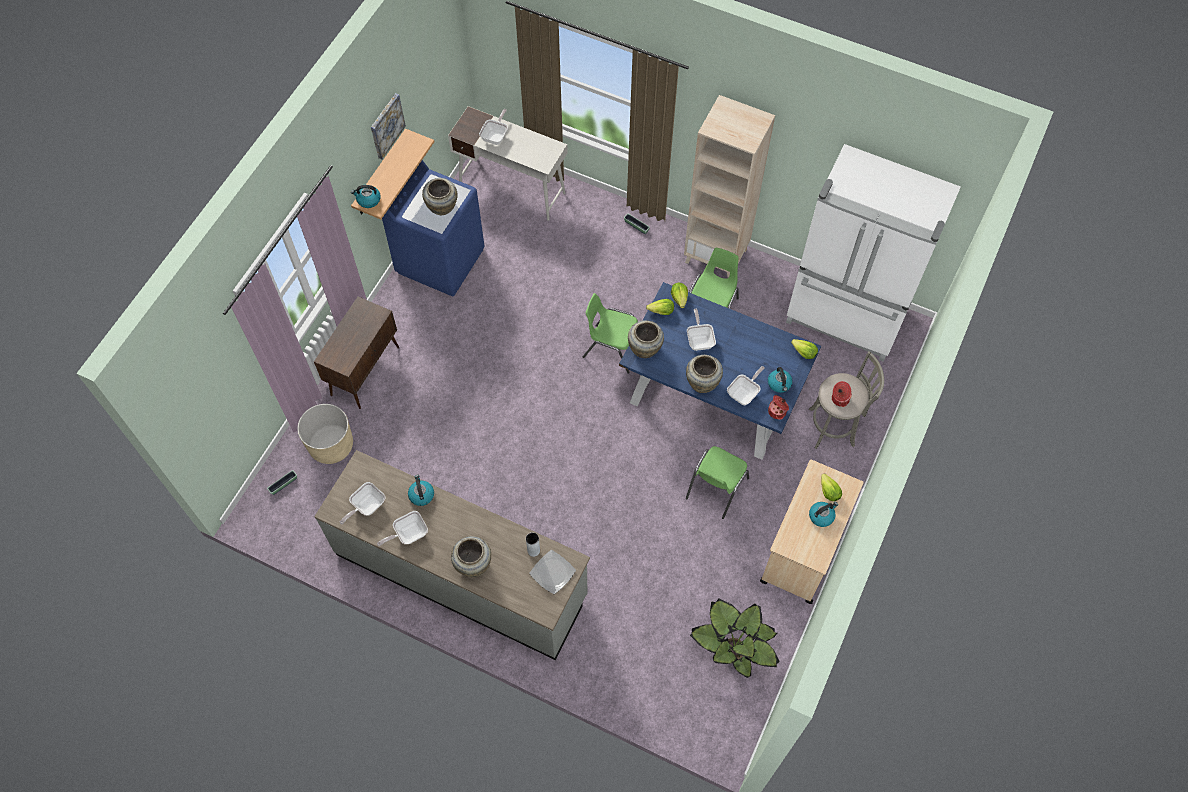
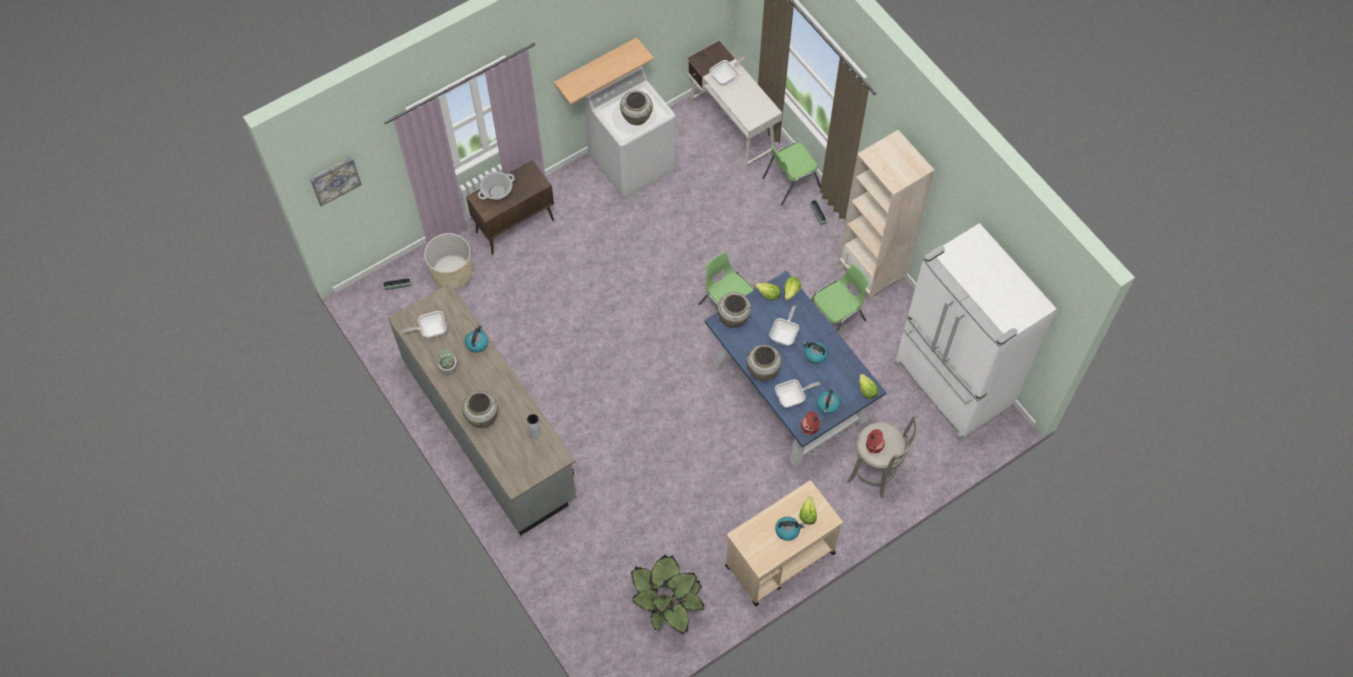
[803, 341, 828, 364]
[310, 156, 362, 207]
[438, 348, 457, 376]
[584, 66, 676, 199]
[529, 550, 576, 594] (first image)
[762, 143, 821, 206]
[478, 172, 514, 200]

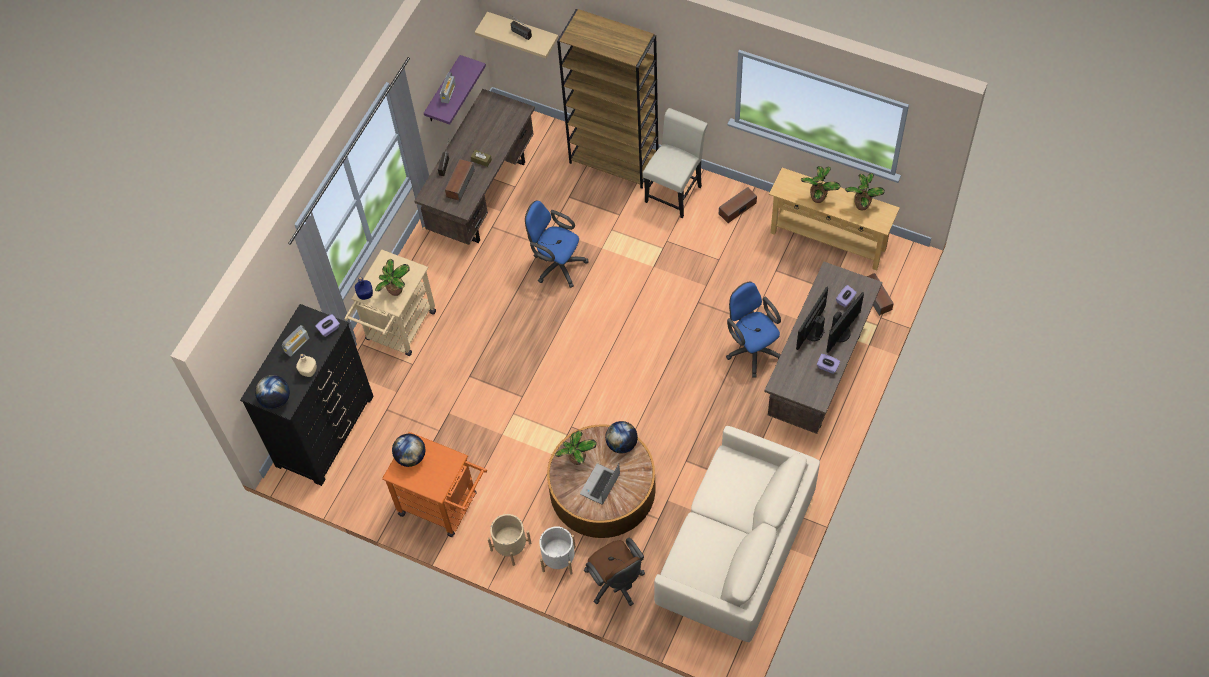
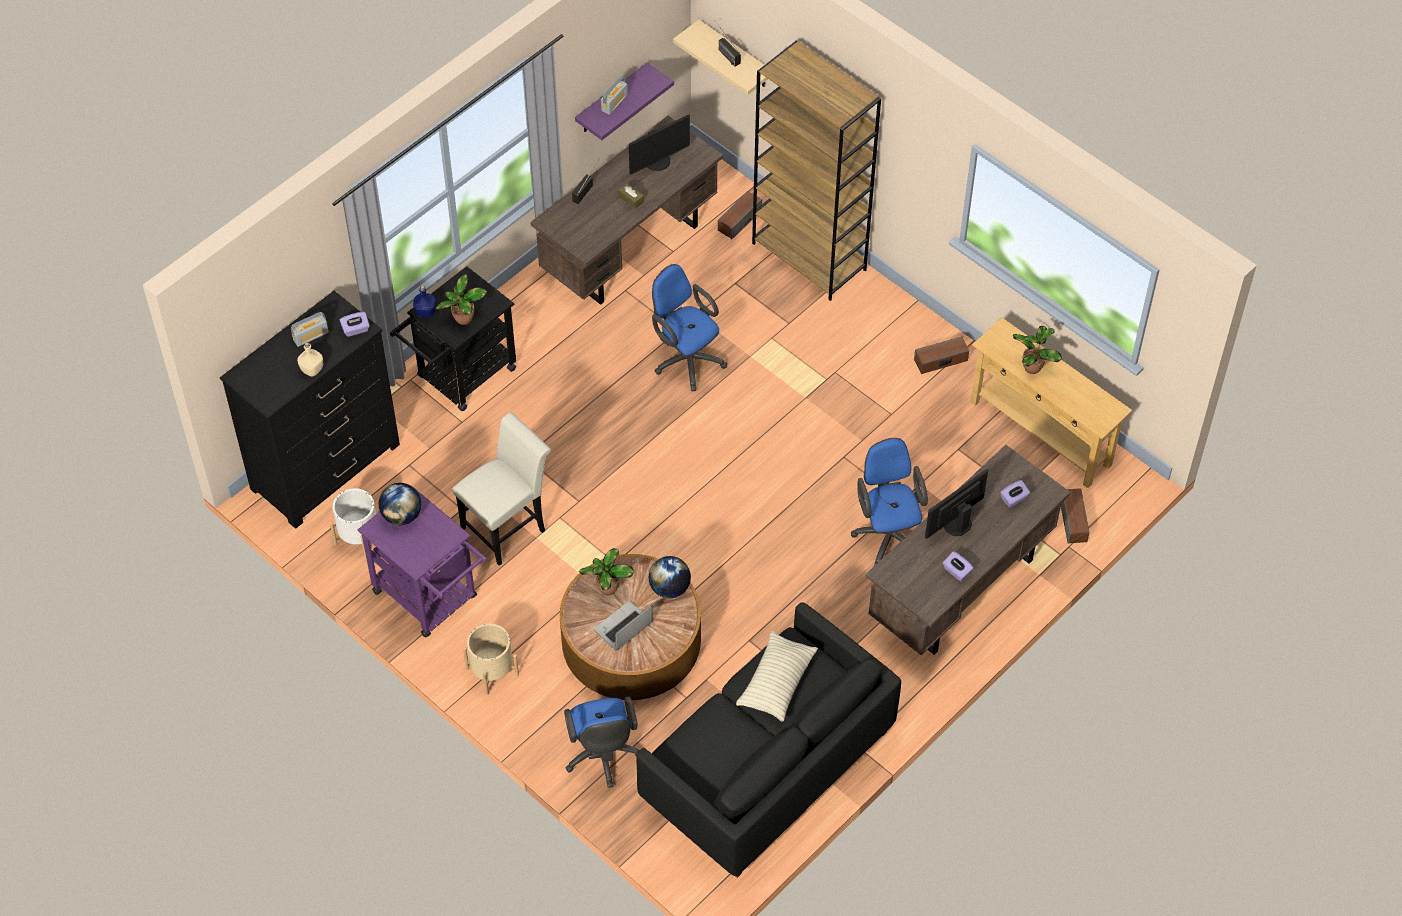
[255, 375, 290, 409] (first image)
[390, 266, 516, 411]
[358, 486, 487, 638]
[718, 191, 762, 240]
[330, 488, 380, 558]
[564, 696, 640, 788]
[452, 412, 551, 566]
[636, 602, 901, 878]
[629, 115, 690, 174]
[845, 173, 885, 210] (first image)
[736, 631, 818, 722]

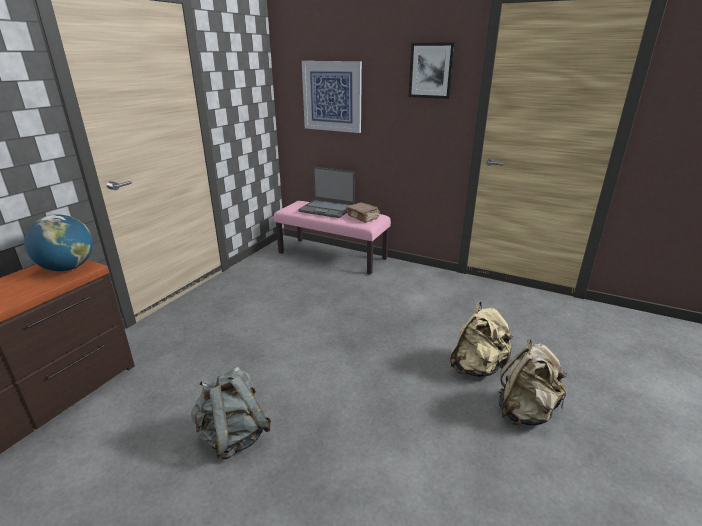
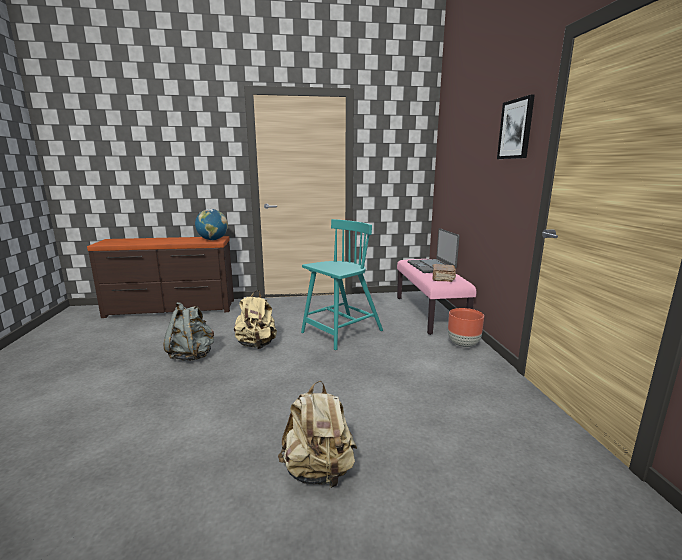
[302, 61, 362, 133] (first image)
[234, 290, 277, 349]
[301, 219, 383, 350]
[448, 308, 484, 348]

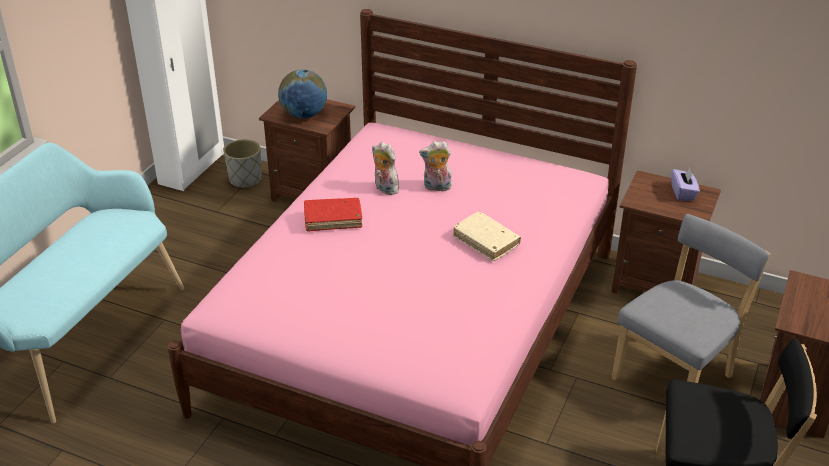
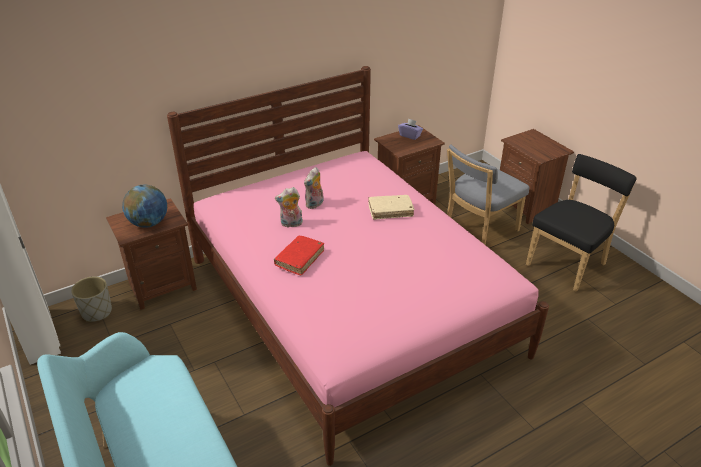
[447, 144, 530, 245]

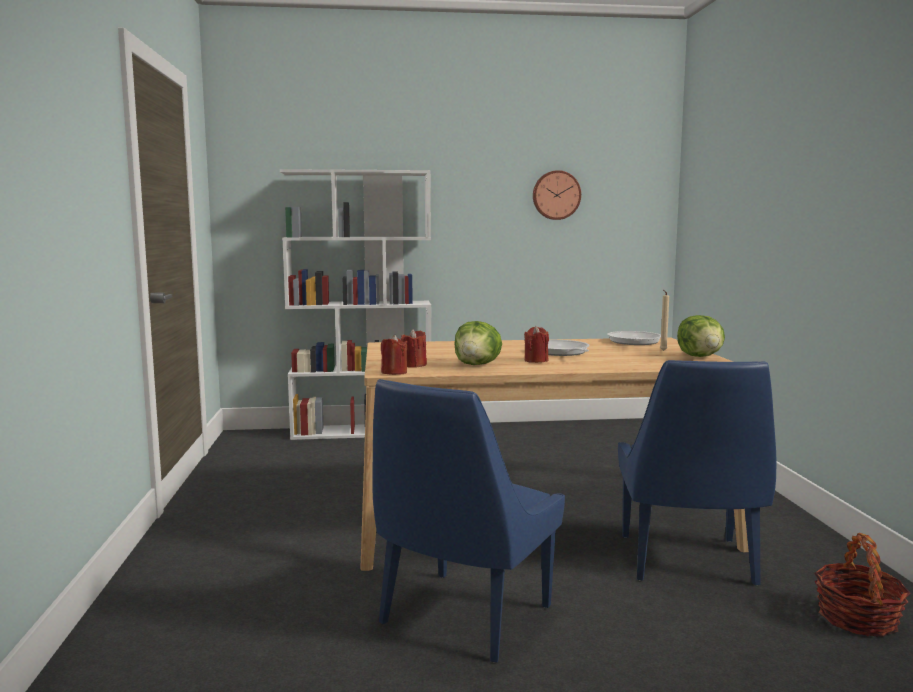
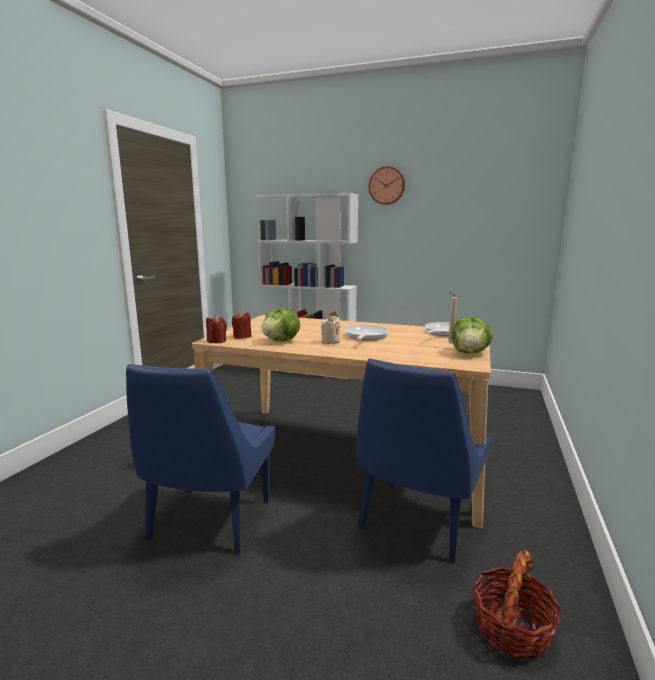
[126, 364, 275, 554]
[321, 315, 340, 344]
[369, 166, 405, 205]

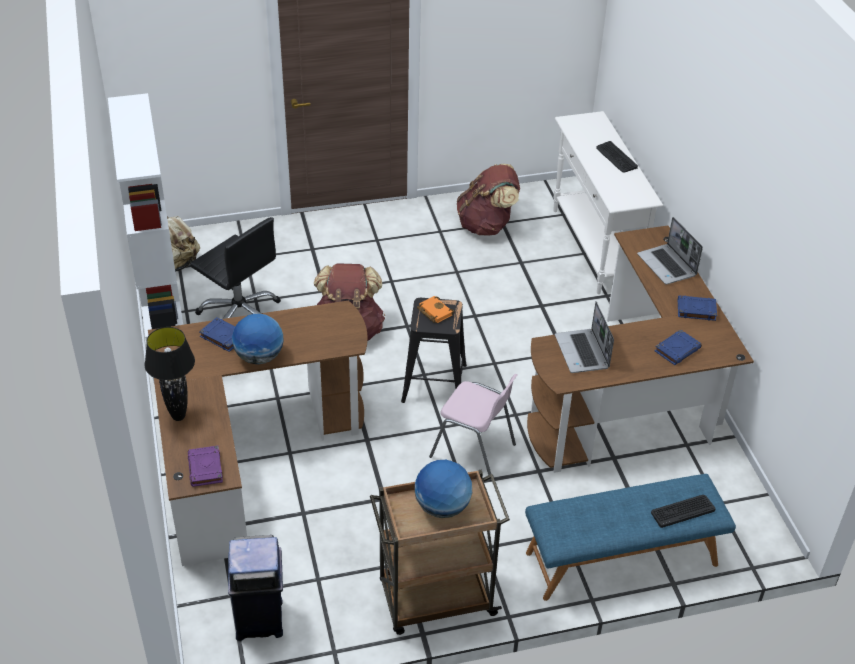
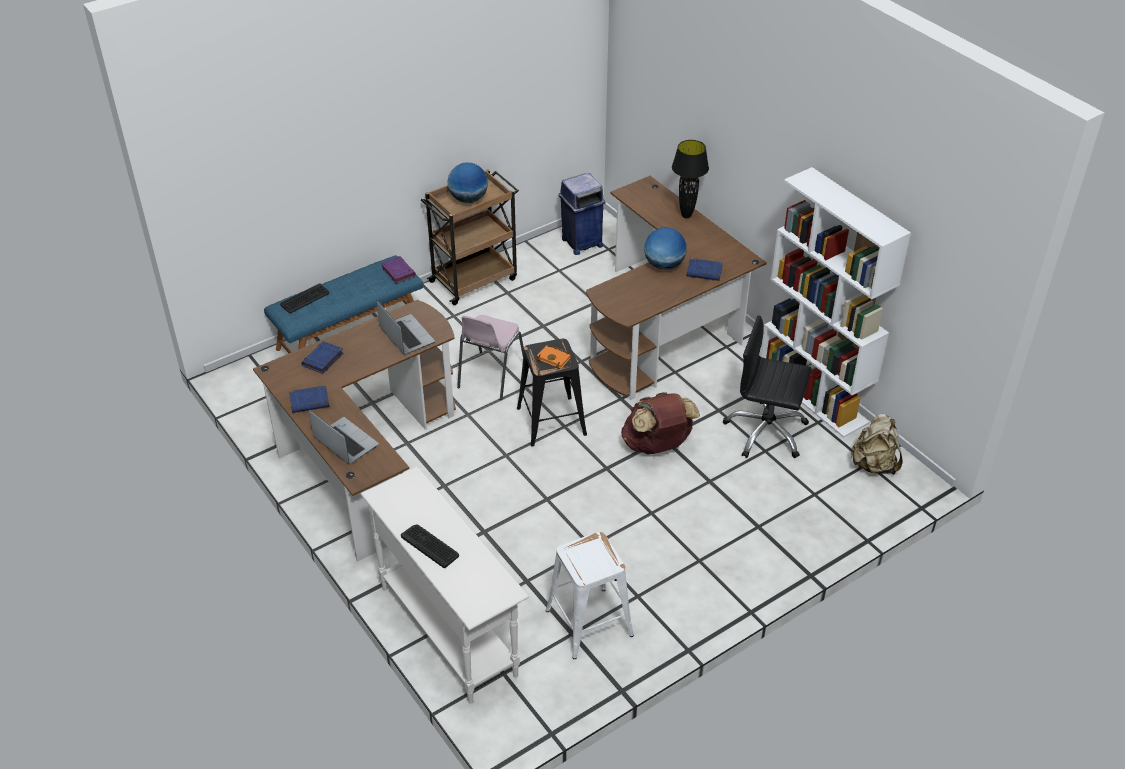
[381, 256, 416, 284]
[457, 315, 524, 400]
[546, 532, 634, 659]

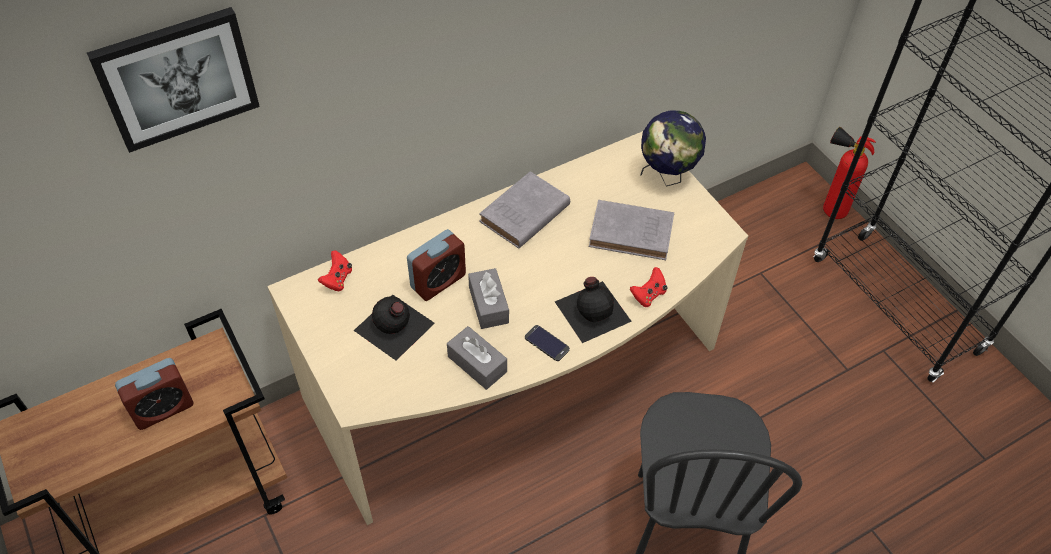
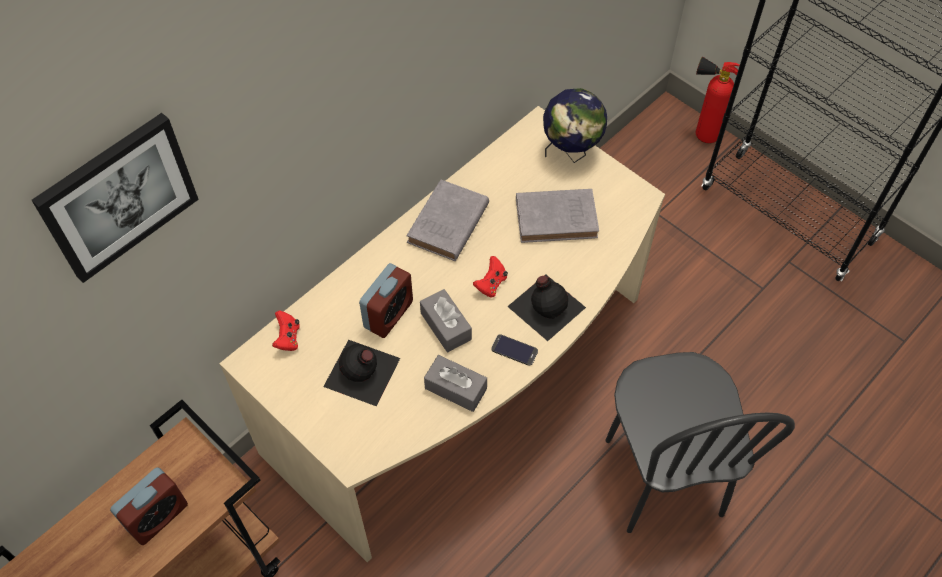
[473, 256, 508, 298]

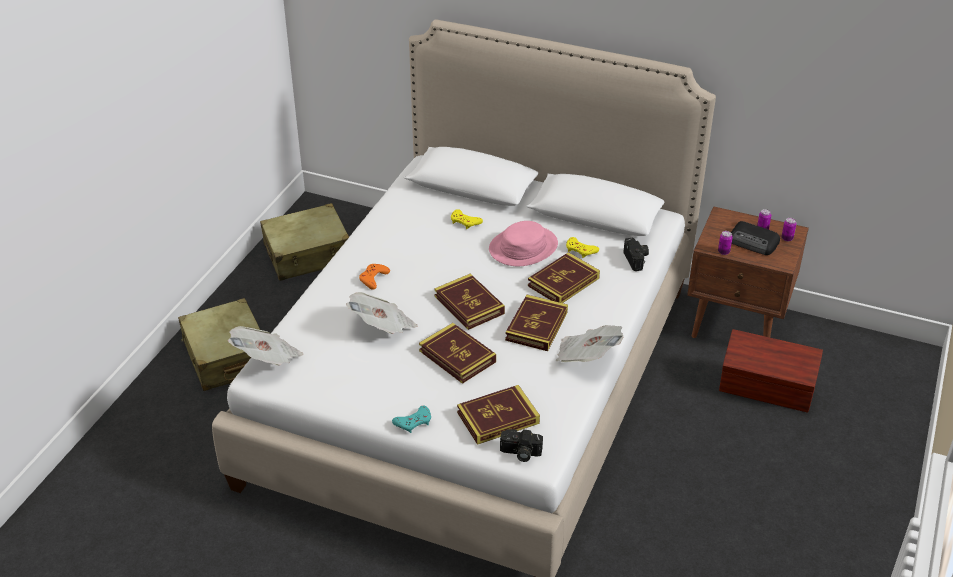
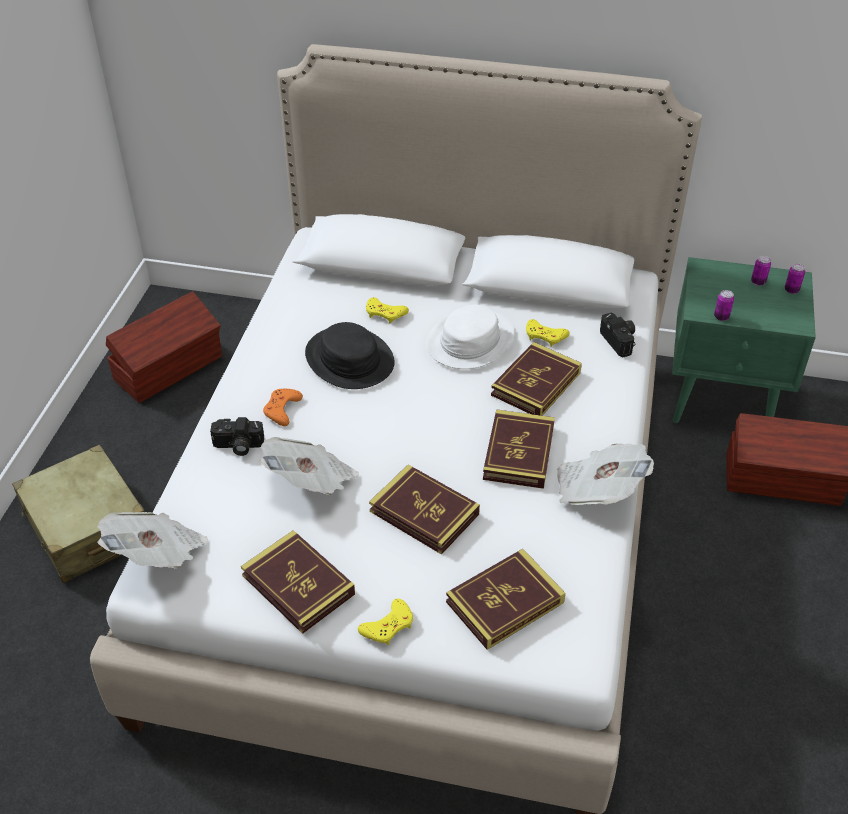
[106, 291, 222, 403]
[358, 599, 413, 645]
[241, 530, 355, 634]
[426, 304, 515, 369]
[210, 417, 264, 456]
[672, 257, 816, 423]
[731, 221, 780, 255] (first image)
[305, 322, 395, 389]

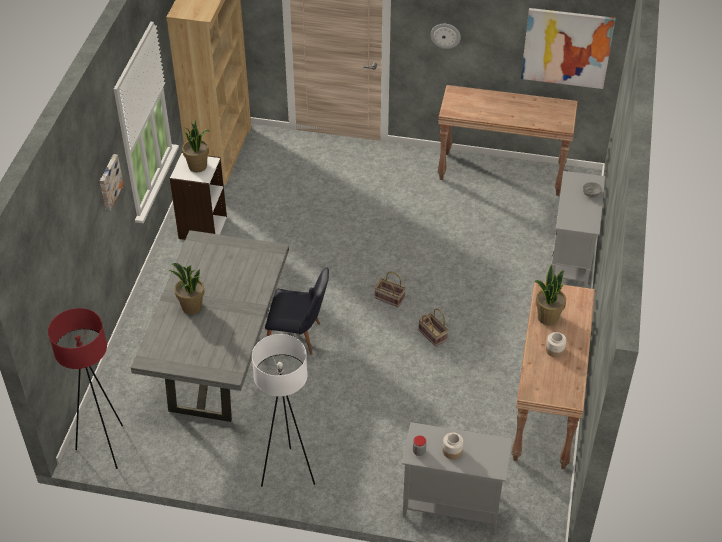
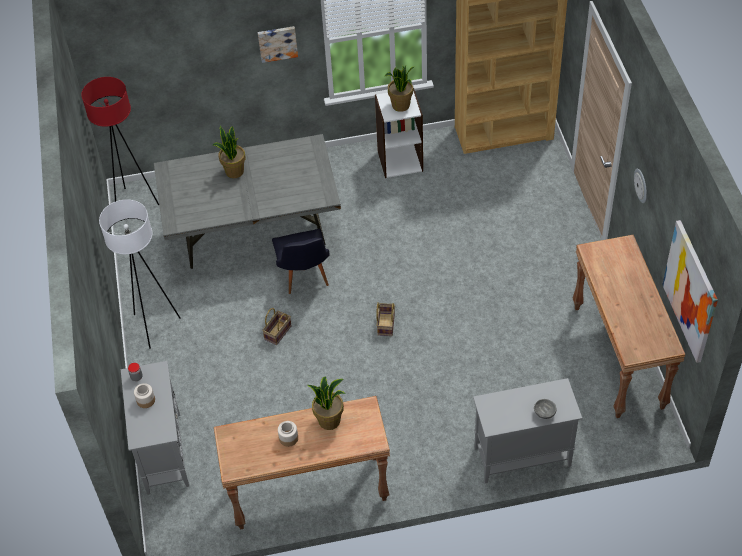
[262, 308, 291, 345]

